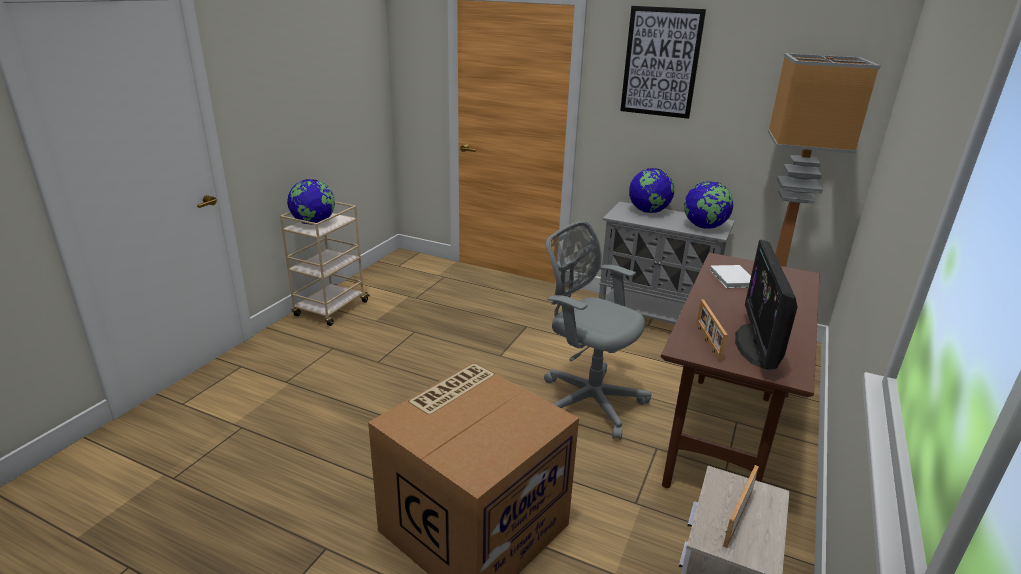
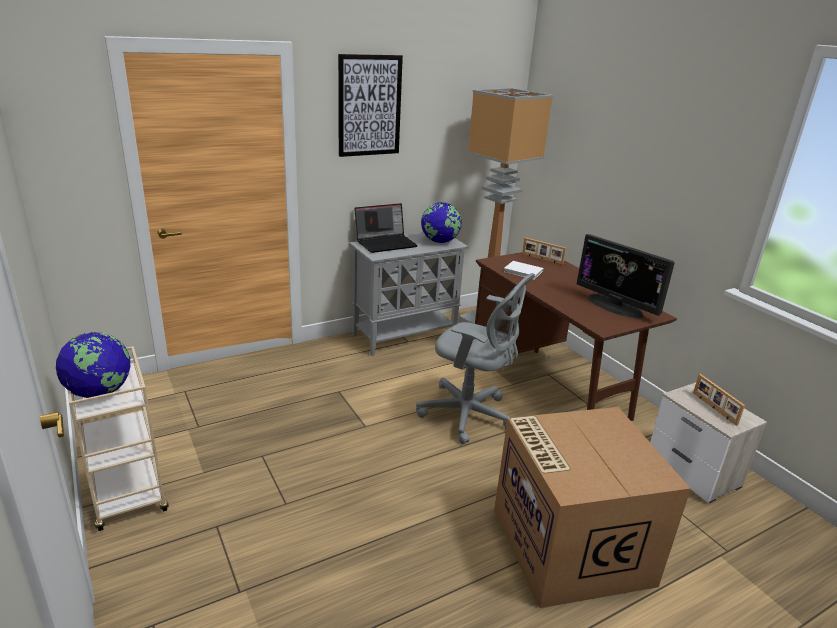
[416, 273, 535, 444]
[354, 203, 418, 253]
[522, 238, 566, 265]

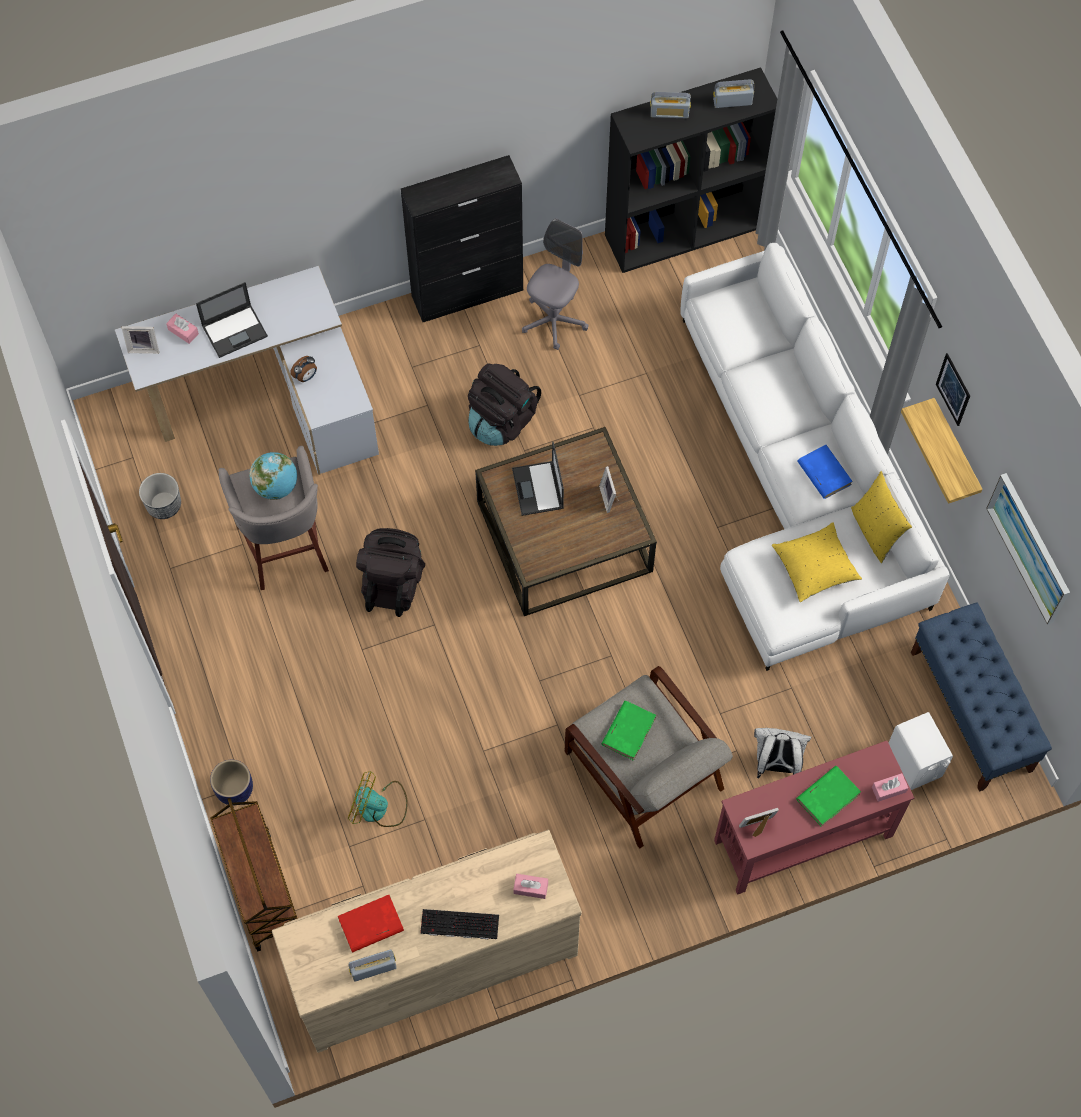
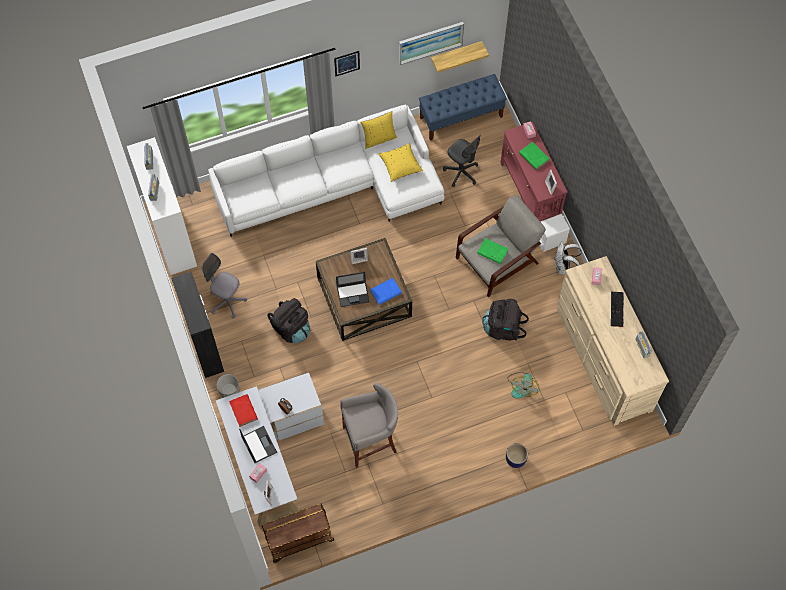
[216, 374, 239, 398]
[262, 504, 334, 563]
[249, 452, 297, 500] (first image)
[229, 394, 258, 427]
[482, 299, 529, 341]
[127, 137, 197, 275]
[555, 241, 582, 275]
[370, 278, 402, 305]
[539, 214, 570, 252]
[431, 41, 489, 73]
[443, 135, 481, 187]

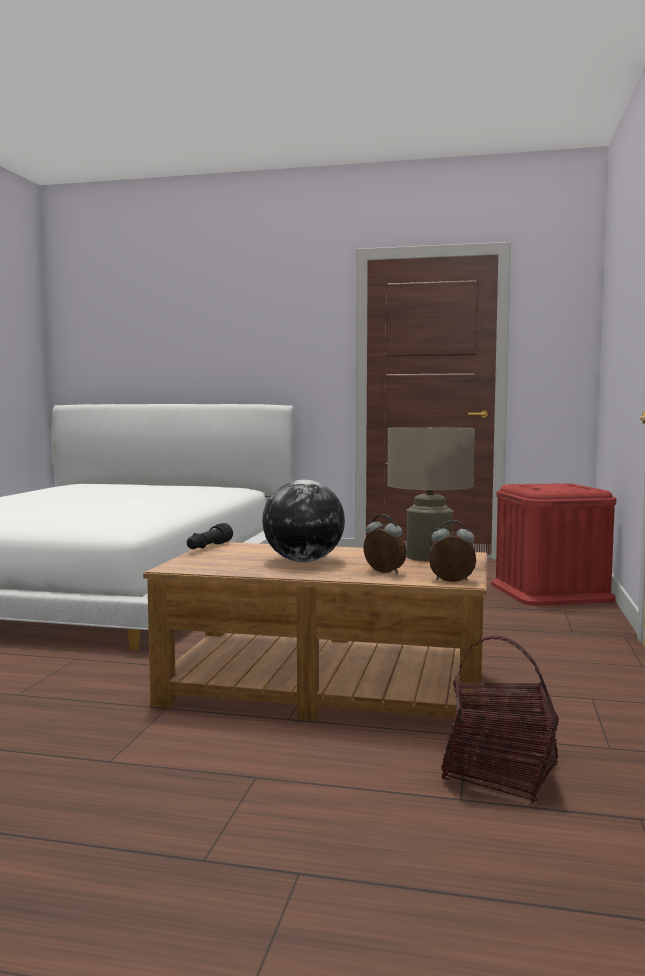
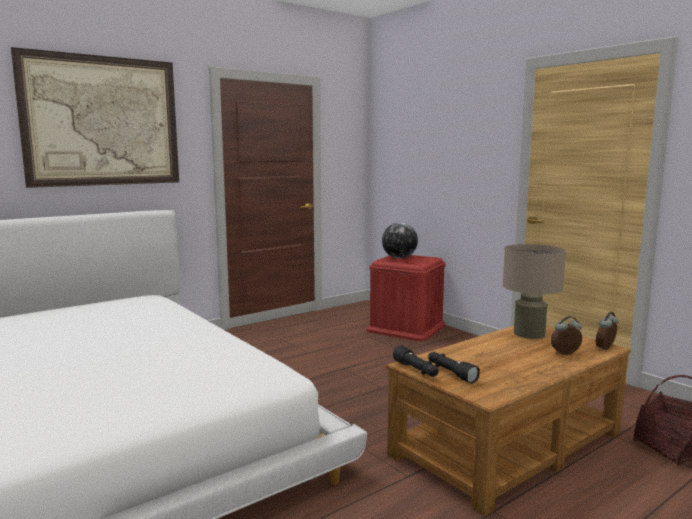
[382, 223, 418, 258]
[11, 47, 179, 188]
[428, 352, 480, 384]

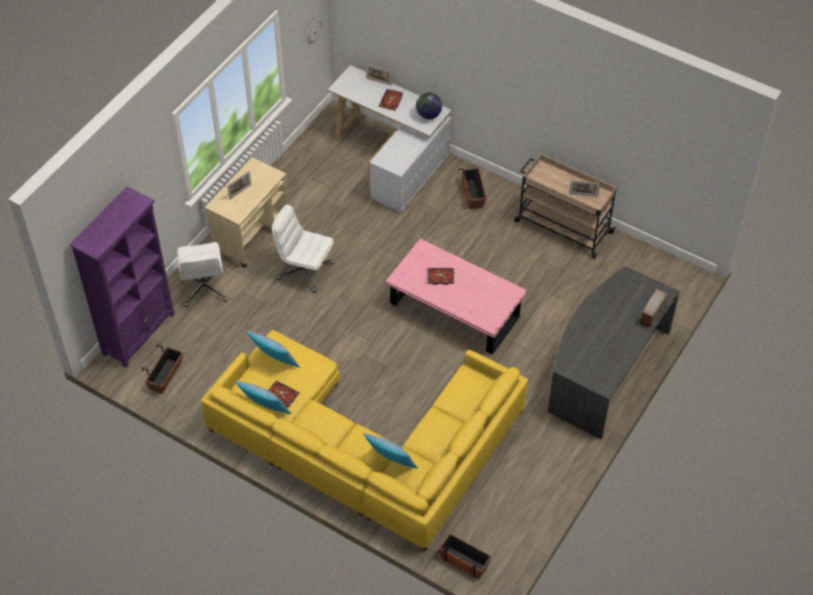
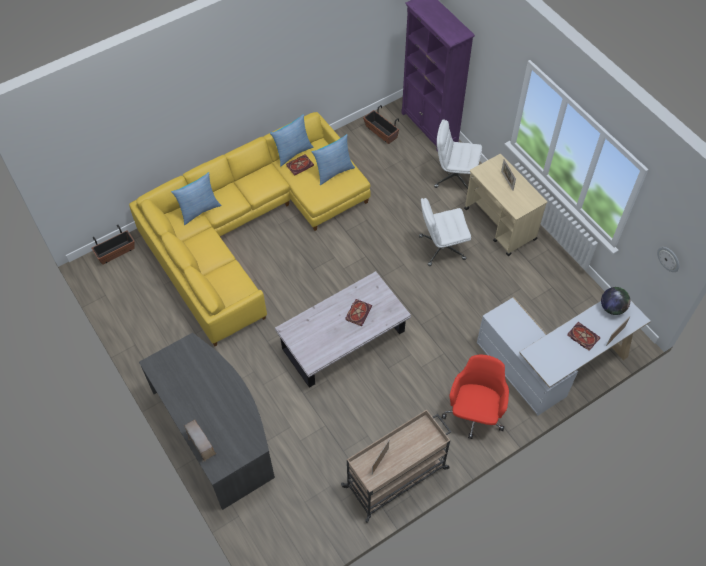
[419, 198, 471, 266]
[275, 271, 411, 388]
[601, 287, 630, 315]
[442, 355, 509, 439]

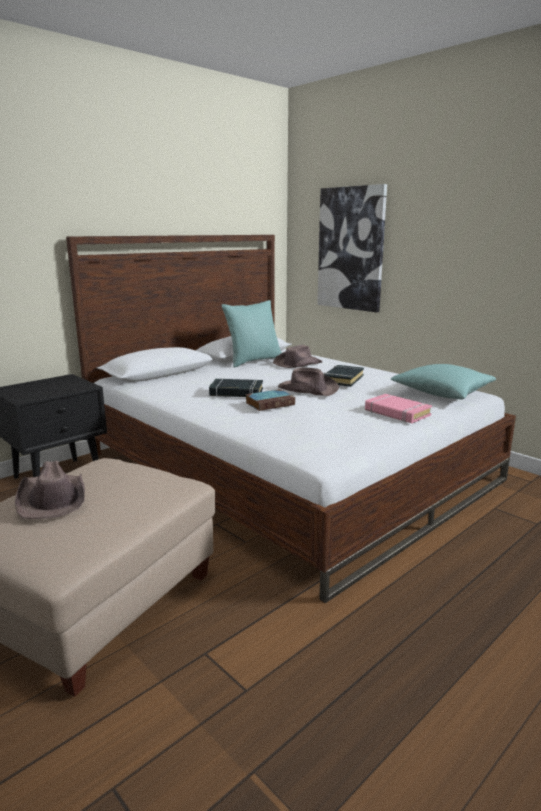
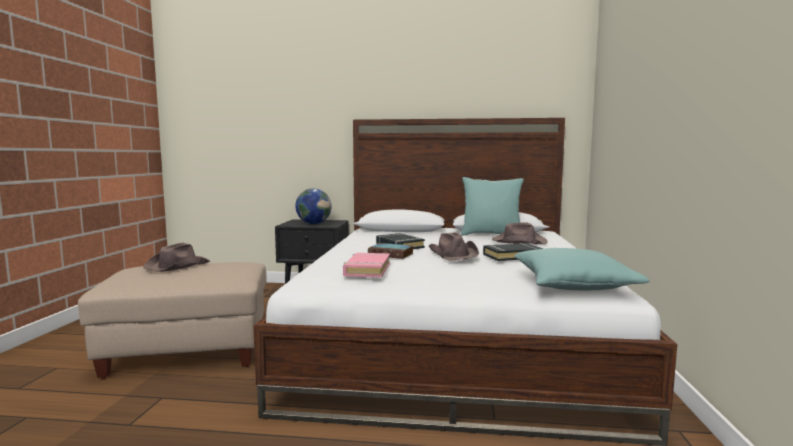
[317, 184, 387, 312] (first image)
[343, 253, 390, 277]
[295, 188, 332, 224]

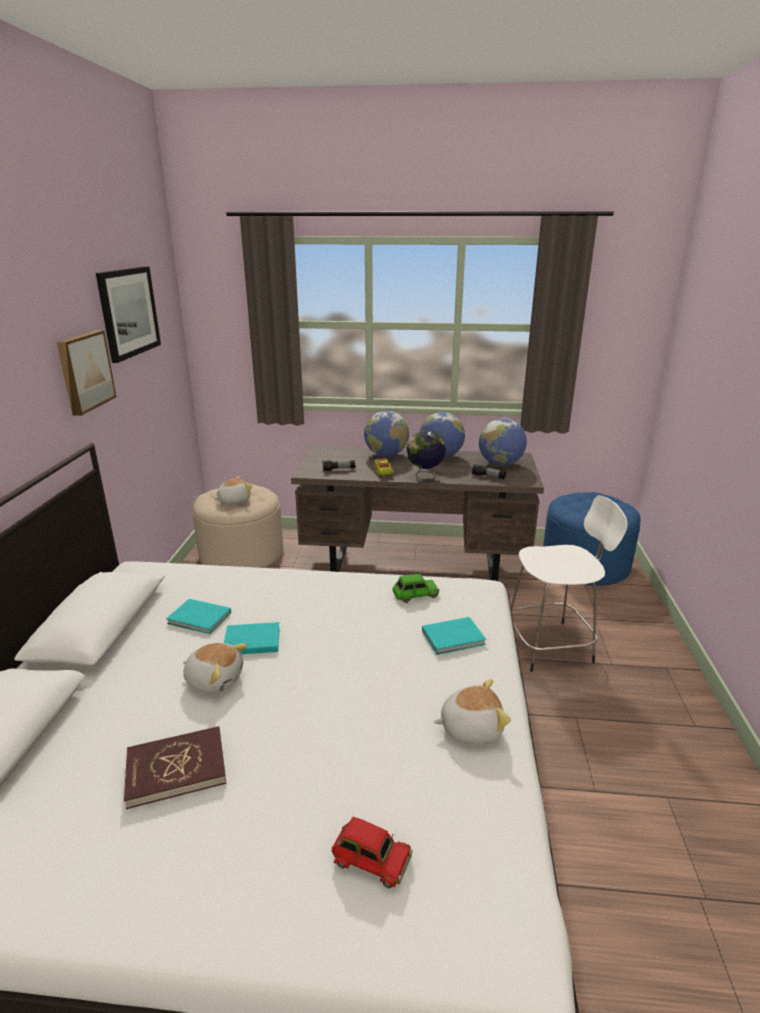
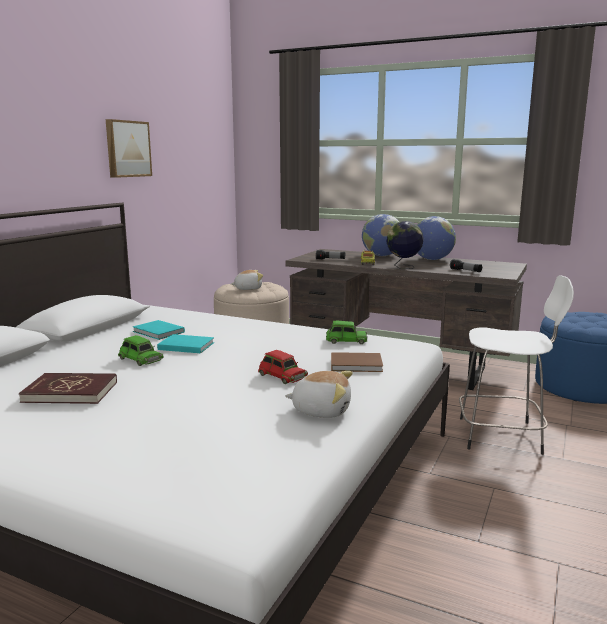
[96, 266, 161, 363] (first image)
[118, 335, 164, 366]
[258, 350, 308, 384]
[331, 352, 383, 372]
[479, 419, 527, 466] (first image)

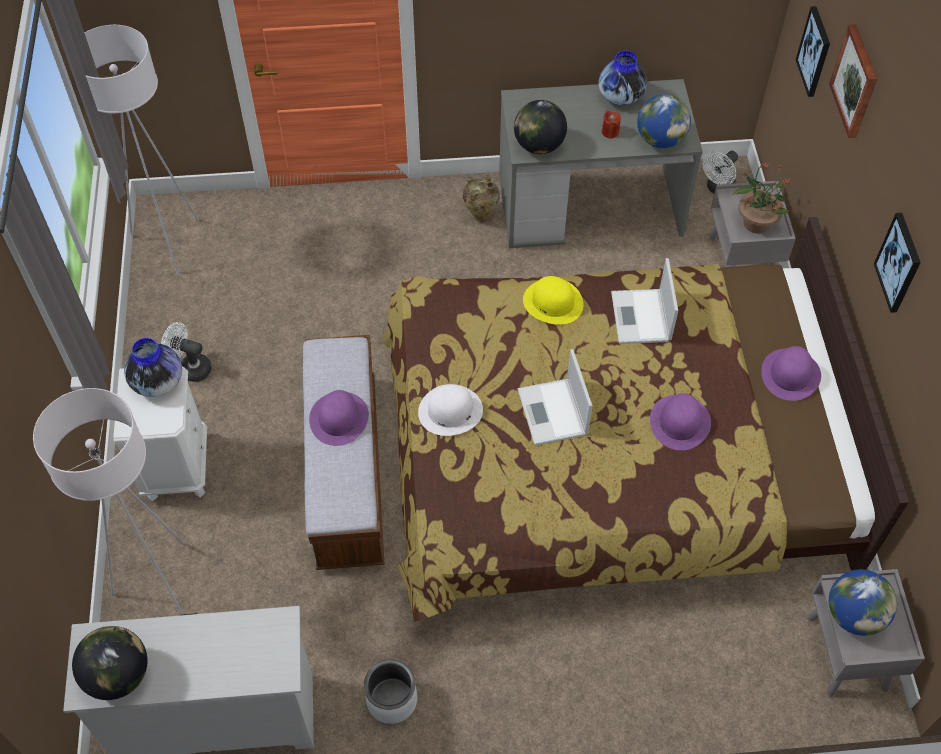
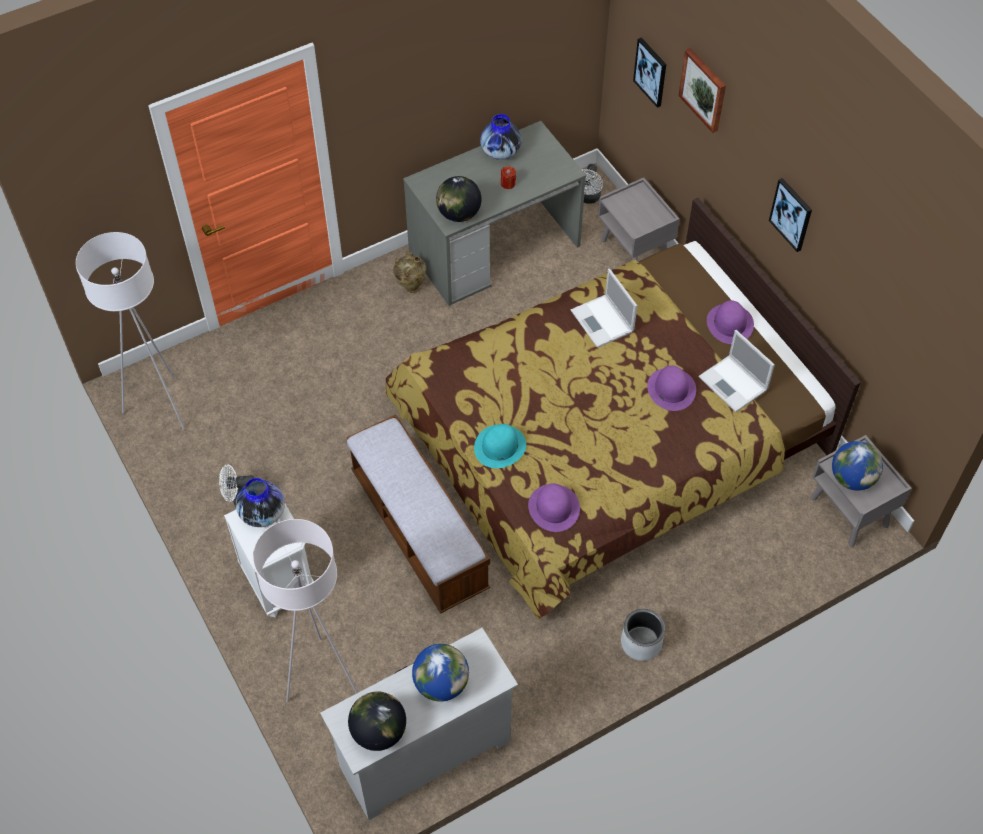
[528, 483, 580, 532]
[621, 609, 665, 661]
[474, 424, 526, 468]
[698, 330, 775, 412]
[523, 276, 583, 325] (first image)
[412, 644, 469, 702]
[733, 162, 791, 233] (first image)

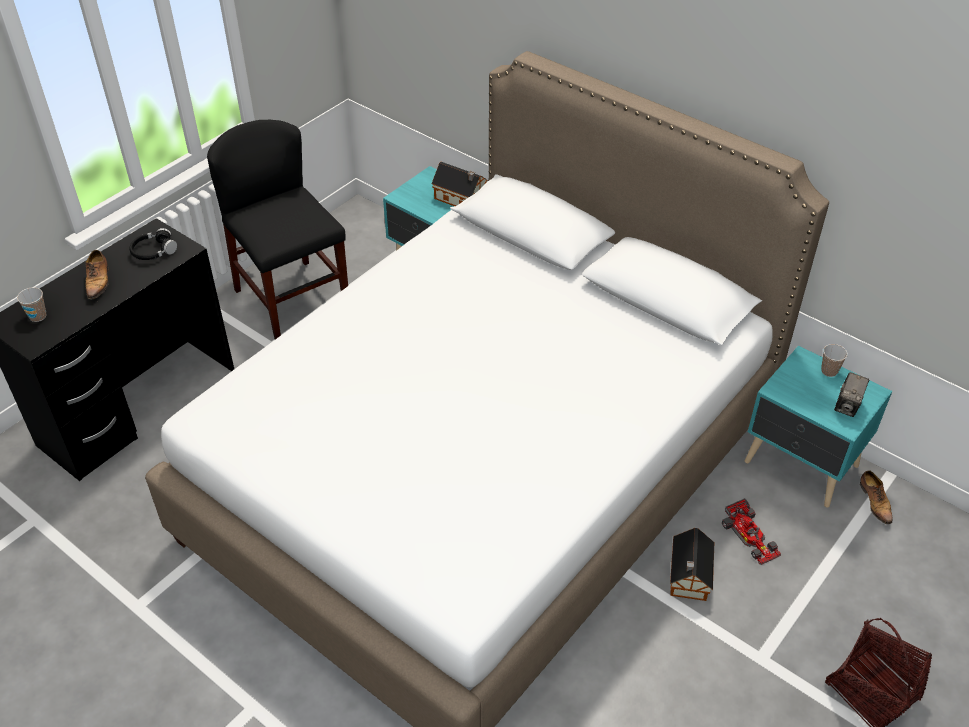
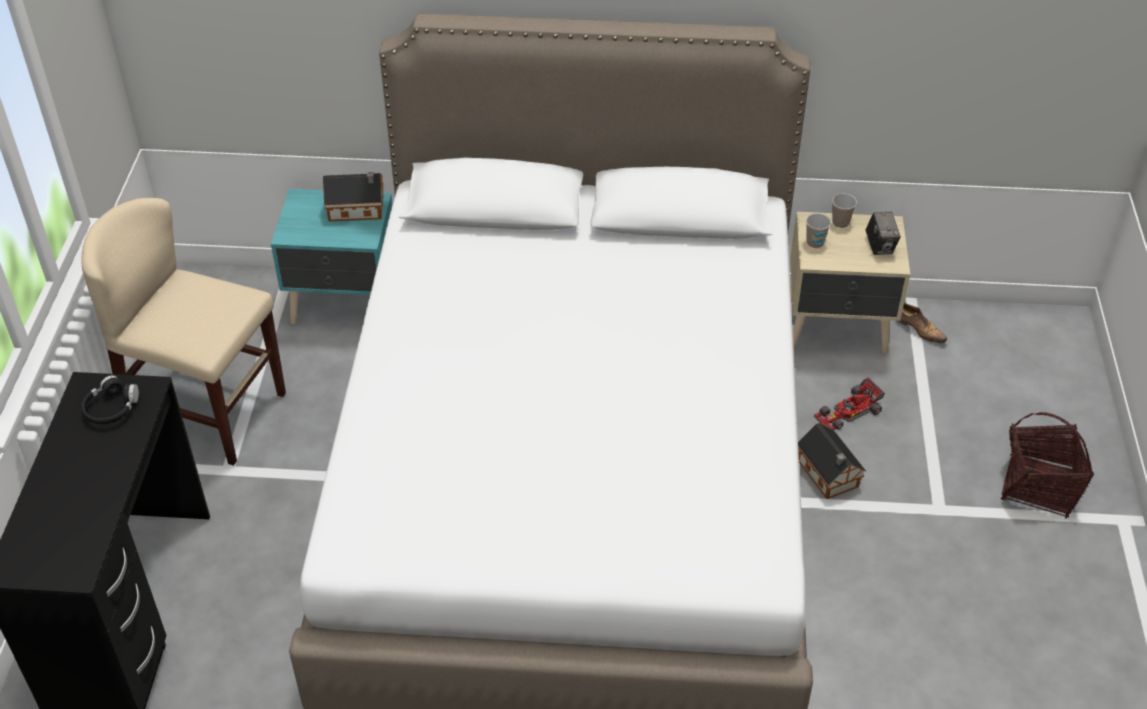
[806, 213, 831, 248]
[85, 250, 109, 299] (first image)
[82, 198, 286, 466]
[814, 378, 885, 430]
[790, 212, 910, 354]

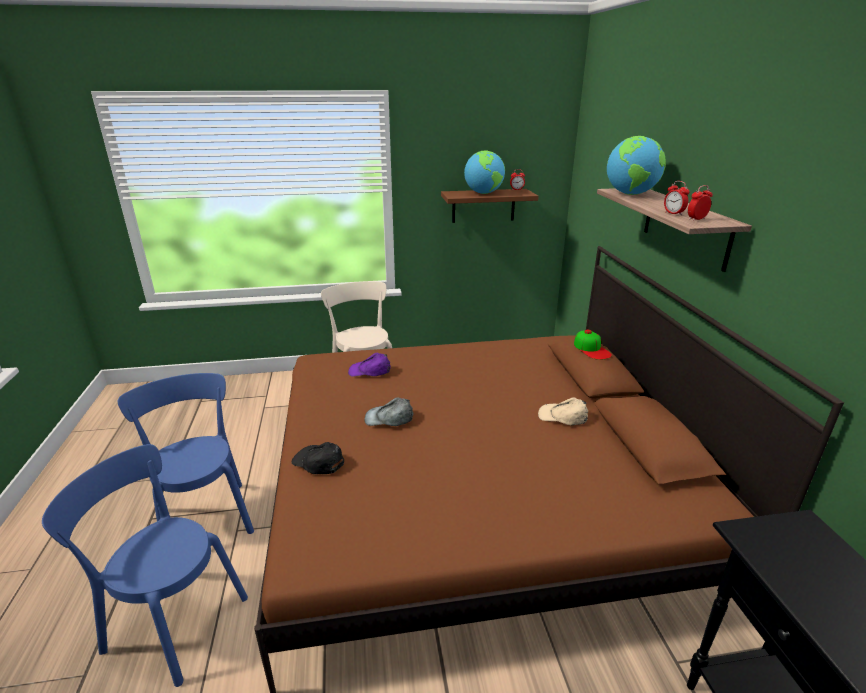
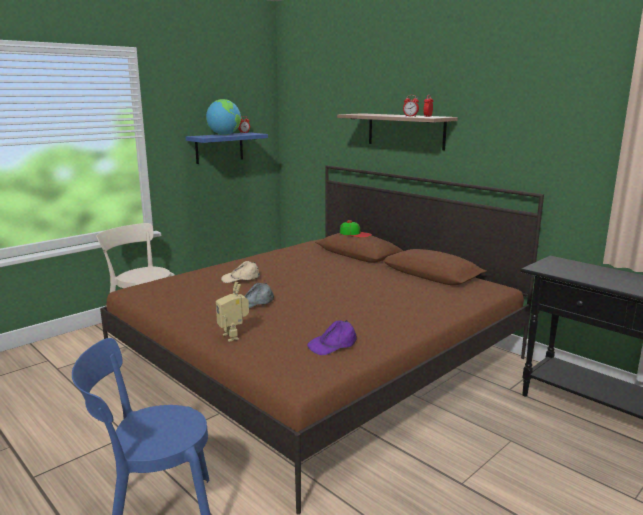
[118, 373, 254, 534] (first image)
[216, 282, 249, 342]
[307, 320, 357, 355]
[186, 132, 268, 164]
[221, 261, 260, 283]
[607, 136, 666, 195] (first image)

